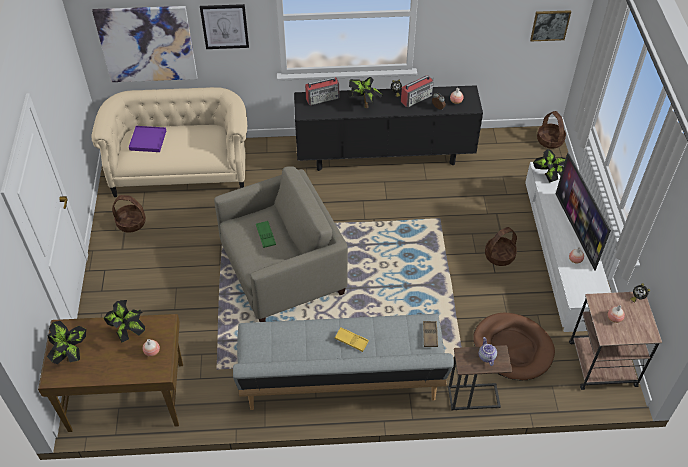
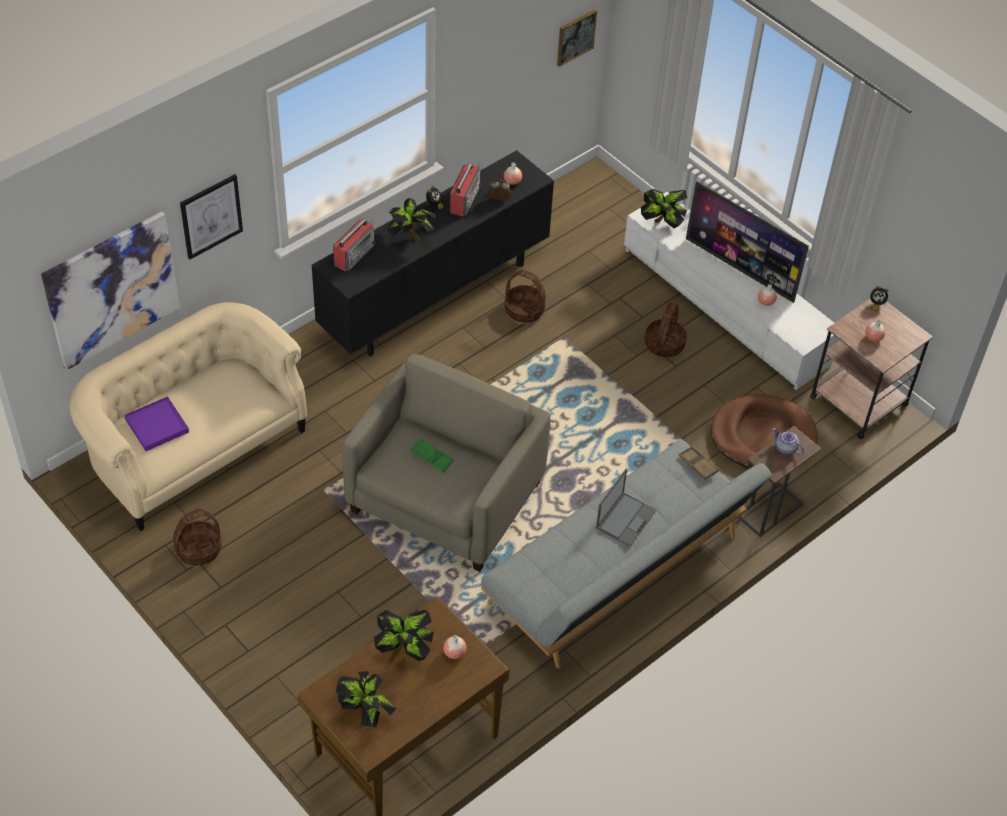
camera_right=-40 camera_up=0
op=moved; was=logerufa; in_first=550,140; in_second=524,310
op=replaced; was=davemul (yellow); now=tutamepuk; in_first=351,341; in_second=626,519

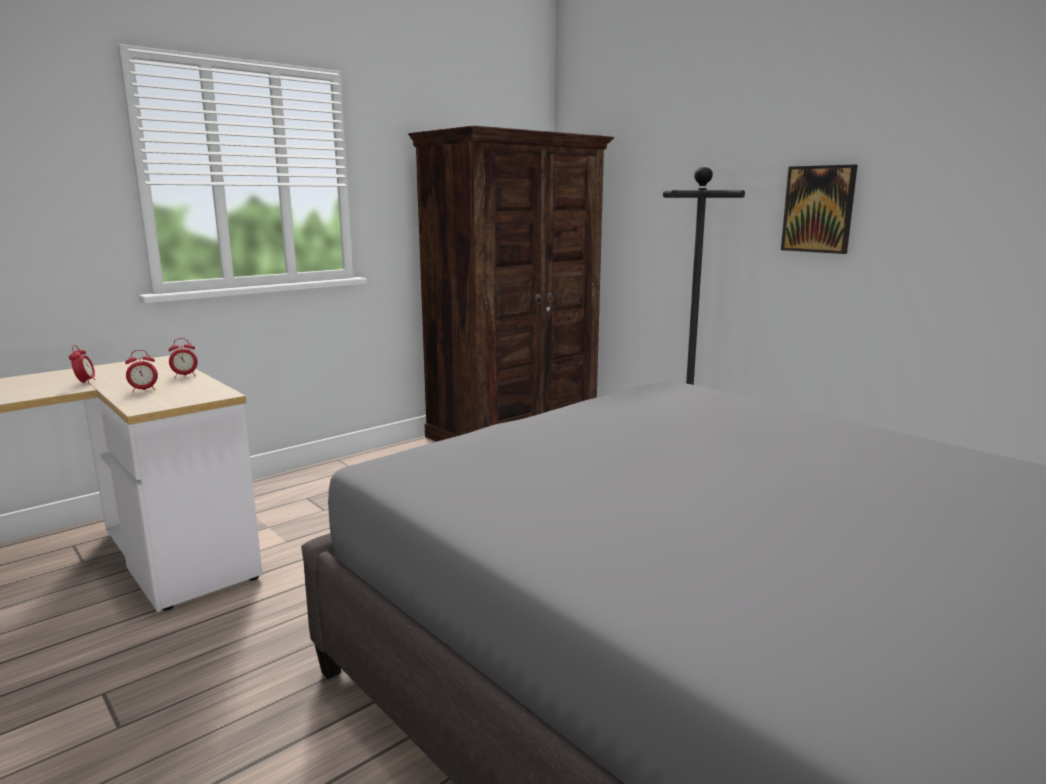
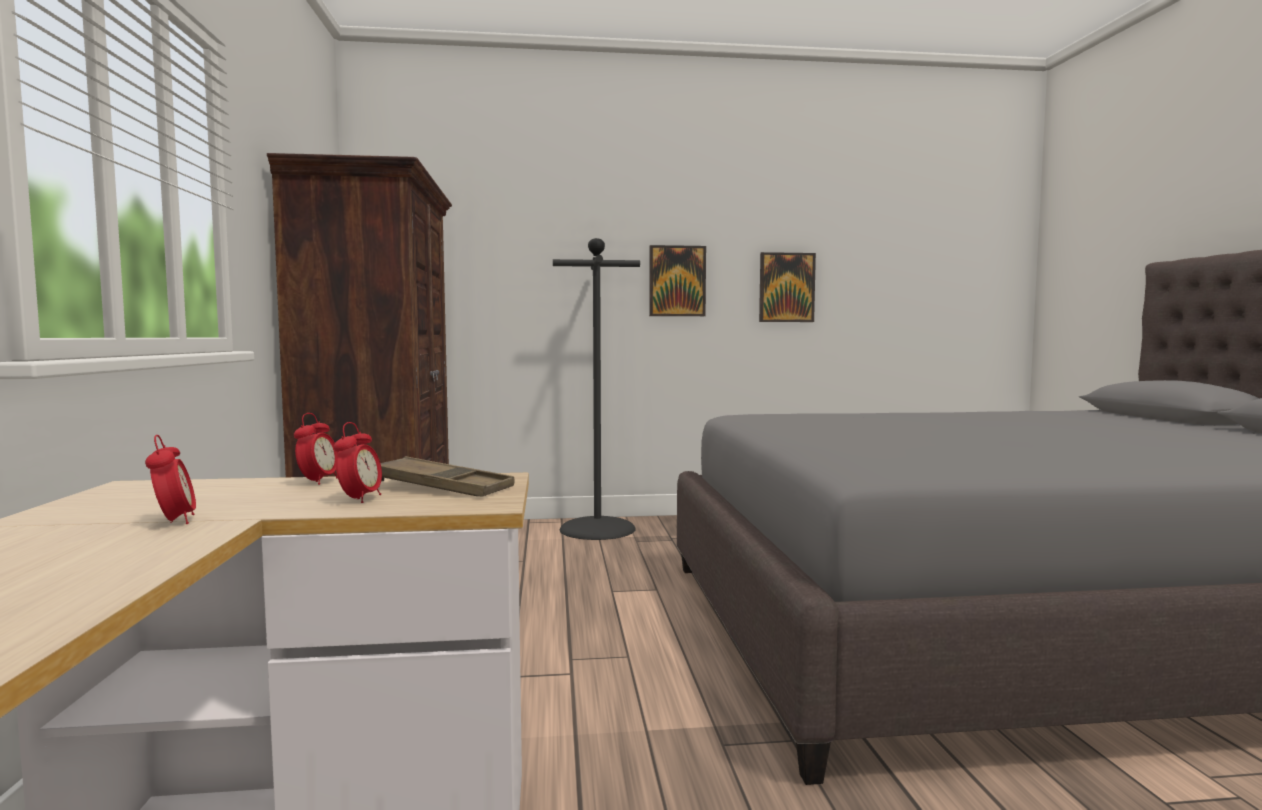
camera_right=-55 camera_up=-10
op=added; now=davemul (brown); in_second=442,487
op=added; now=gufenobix; in_second=786,287
op=turned; was=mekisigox; in_first=85,382; in_second=174,522; clockwise=45

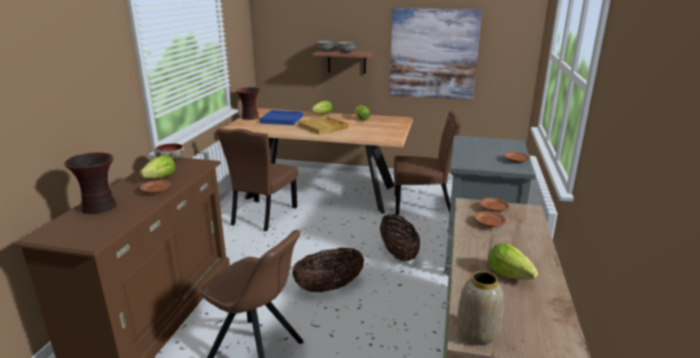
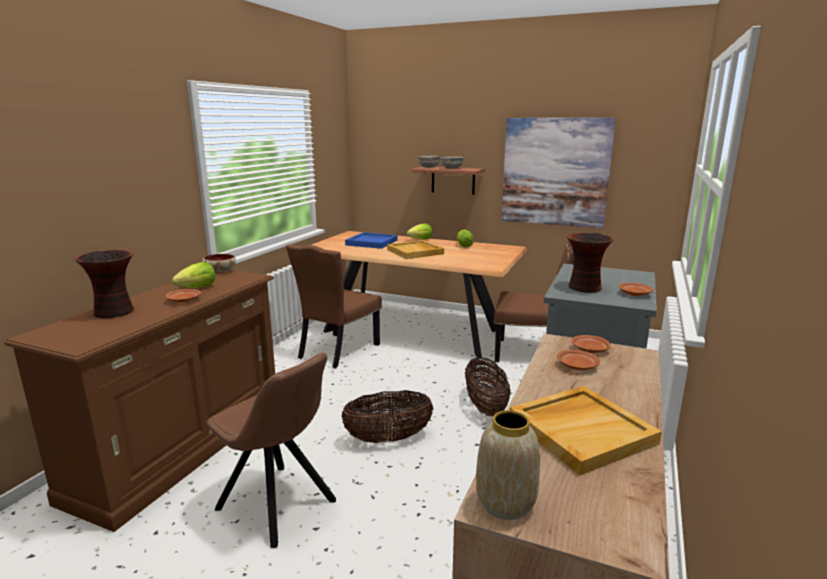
camera_right=10 camera_up=-5
op=moved; was=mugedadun; in_first=250,117; in_second=584,288
op=replaced; was=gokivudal; now=davemul (beige); in_first=508,274; in_second=581,430

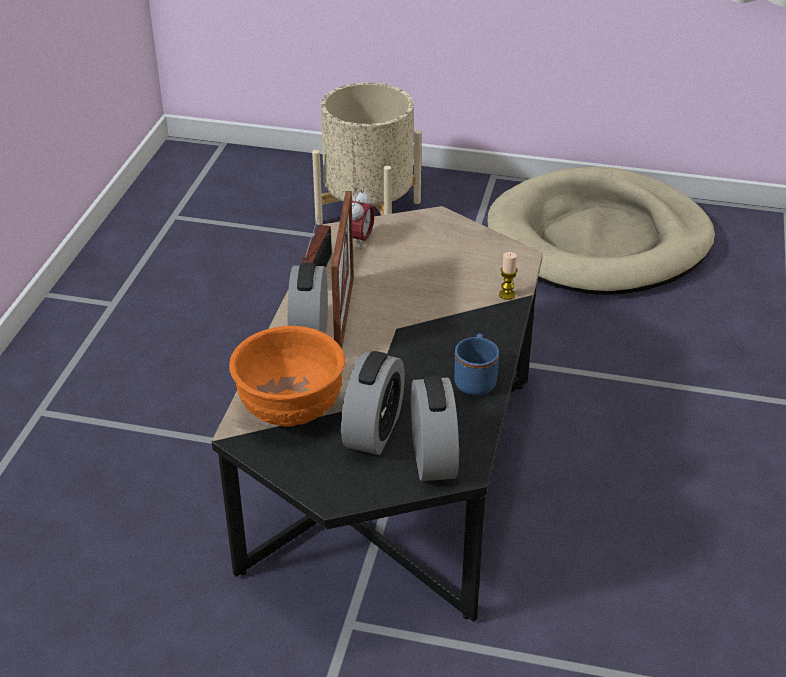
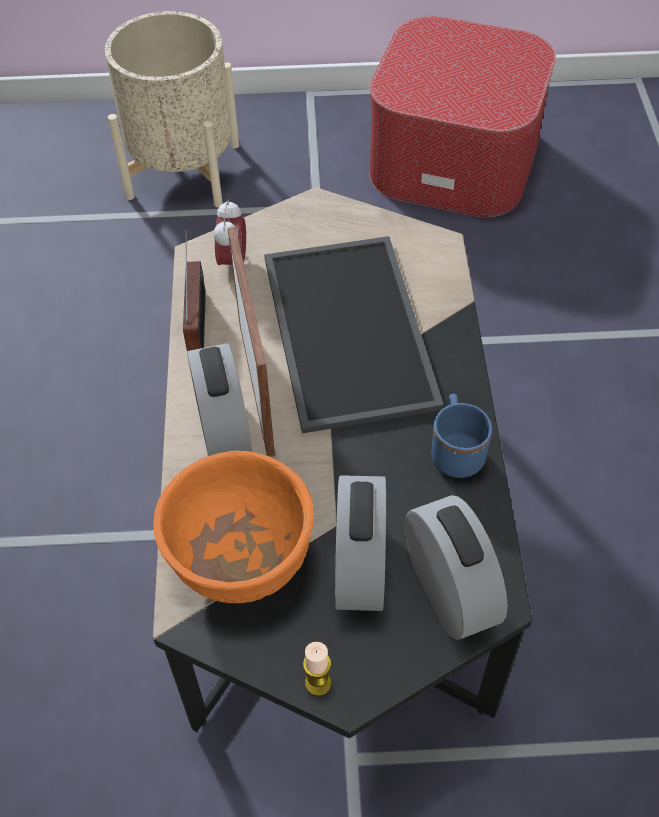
camera_right=-15 camera_up=15
op=added; now=davemul; in_second=344,329
op=moved; was=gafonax; in_first=507,294; in_second=318,683
op=replaced; was=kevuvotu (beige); now=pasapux; in_first=598,240; in_second=455,158

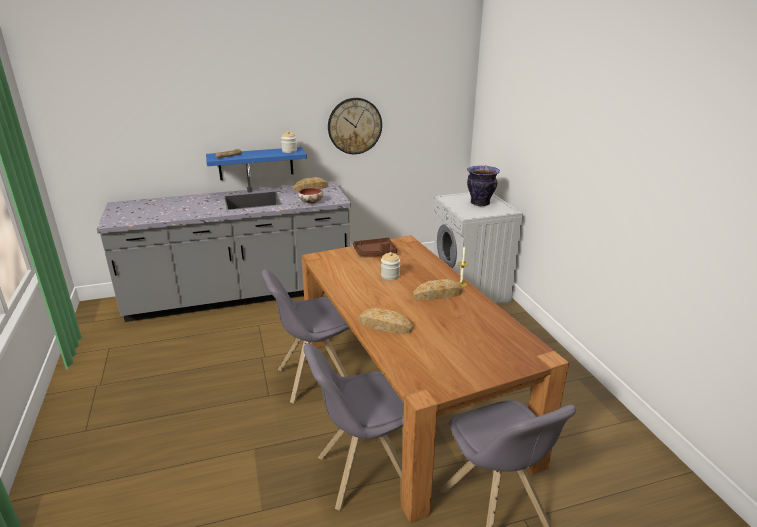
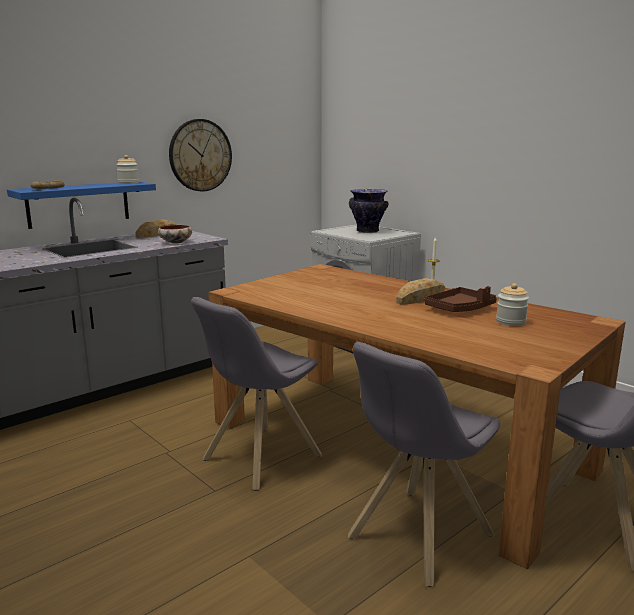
camera_right=-25 camera_up=-10
op=removed; was=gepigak; in_first=385,325
op=moved; was=davemul (brown); in_first=375,253; in_second=460,309
op=moved; was=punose; in_first=390,275; in_second=510,322

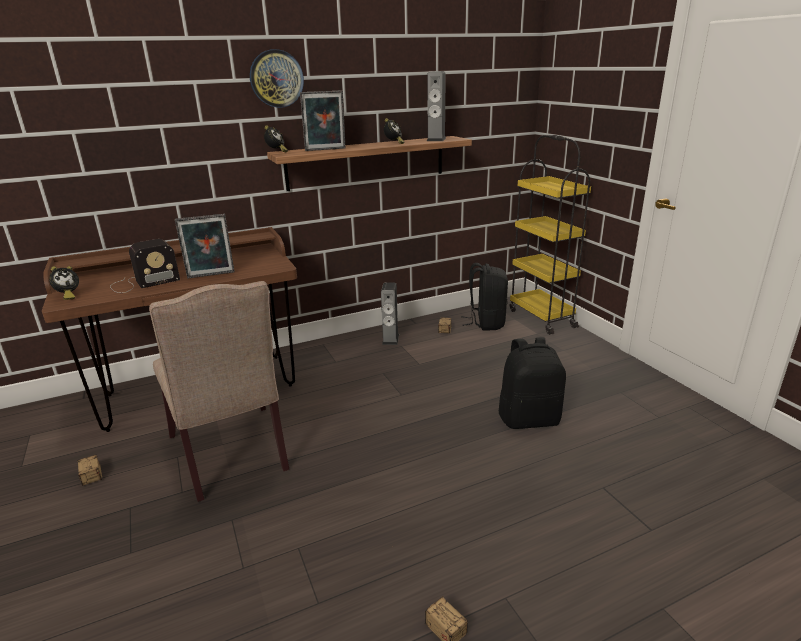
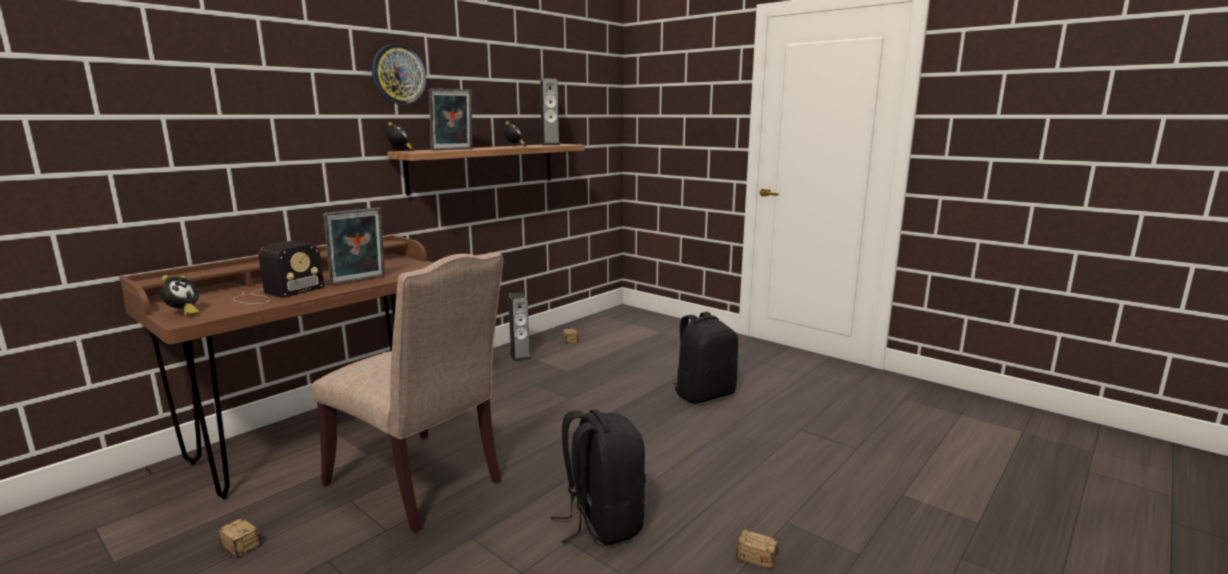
camera_right=-25 camera_up=-10
op=removed; was=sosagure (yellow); in_first=541,318
op=moved; was=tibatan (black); in_first=486,322; in_second=602,522

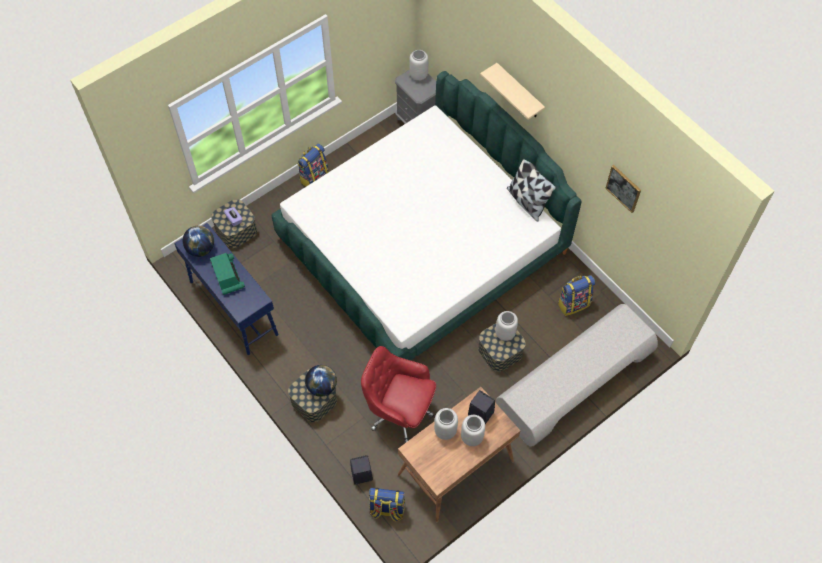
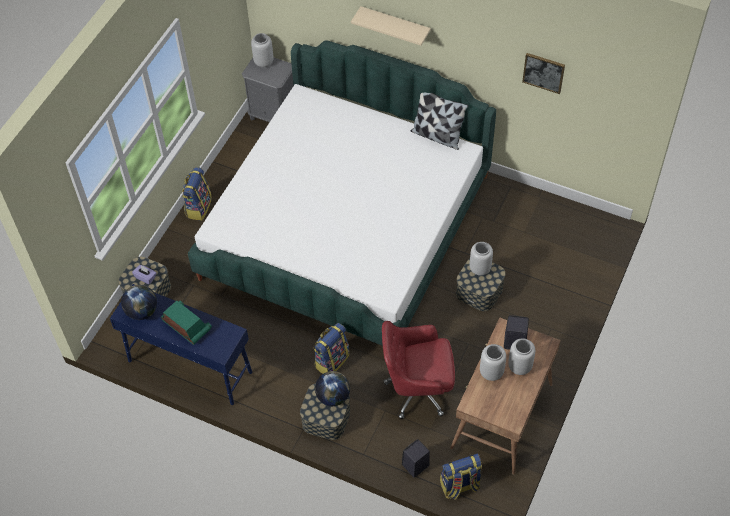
camera_right=-25 camera_up=-5
op=removed; was=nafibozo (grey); in_first=574,382
op=moved; was=tibatan; in_first=573,303; in_second=331,360

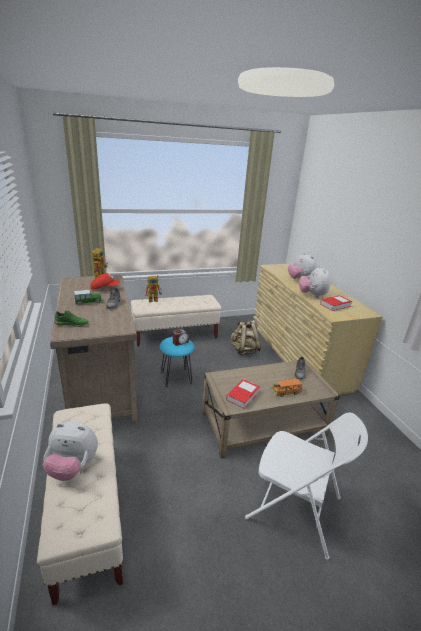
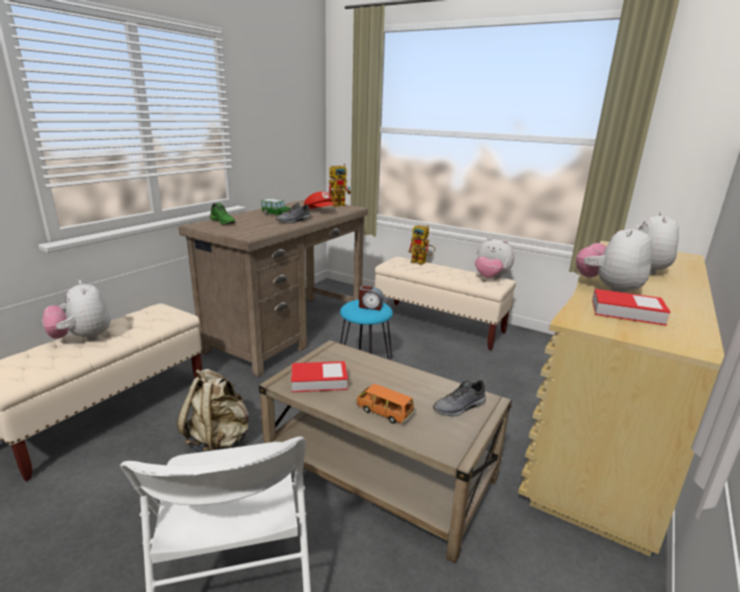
camera_right=50 camera_up=-5
op=added; now=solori; in_second=490,278
op=moved; was=tibatan (beige); in_first=244,350; in_second=219,441

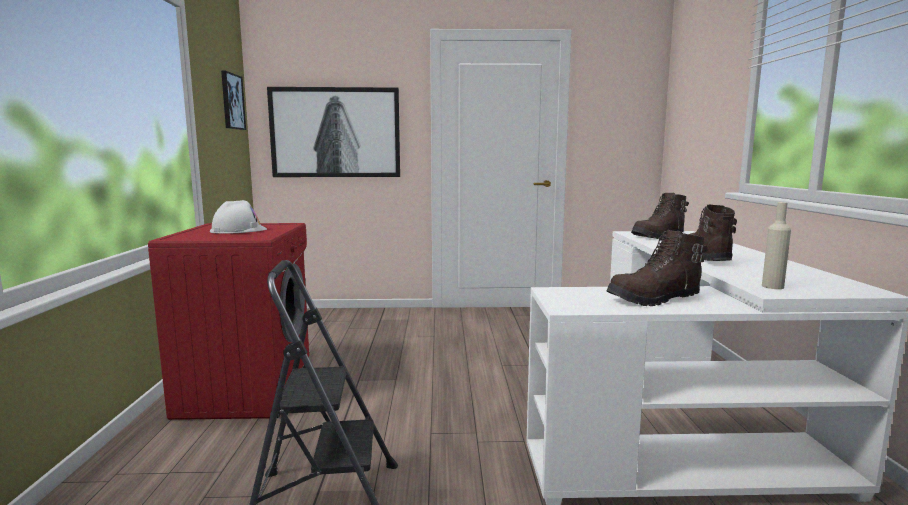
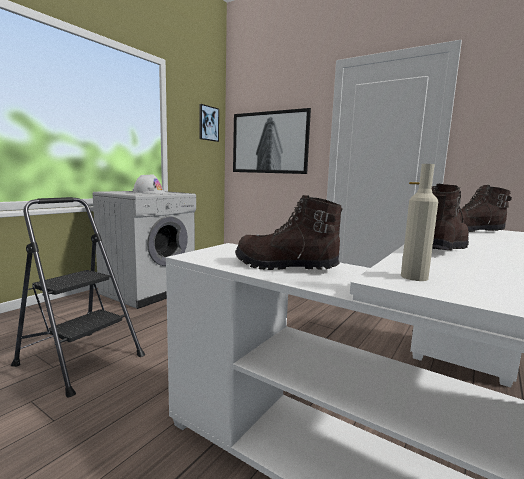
camera_right=35 camera_up=0
op=recoloured; was=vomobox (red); now=vomobox (white); in_first=250,390; in_second=150,291

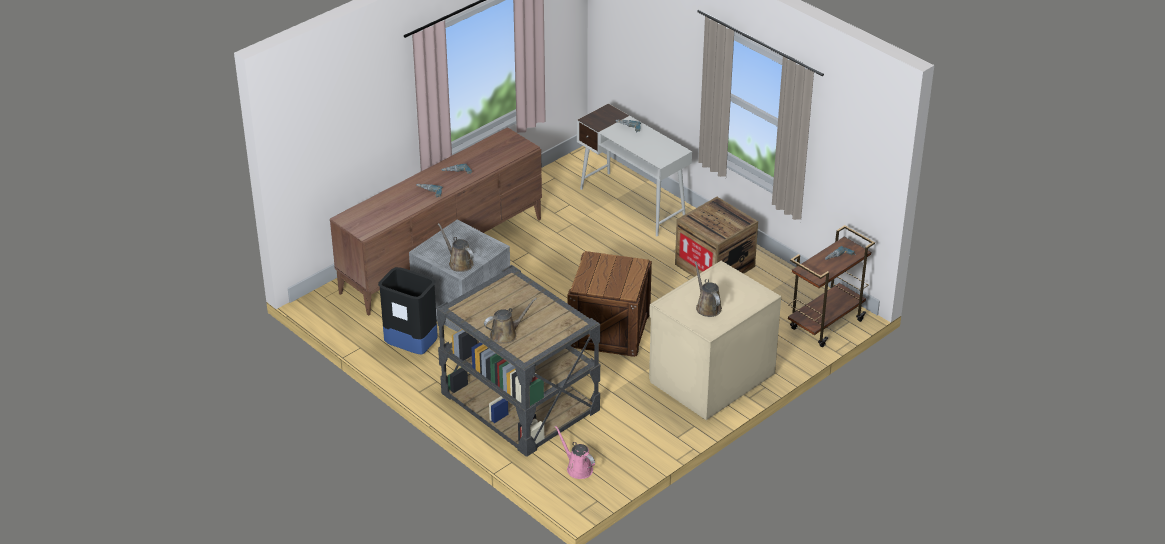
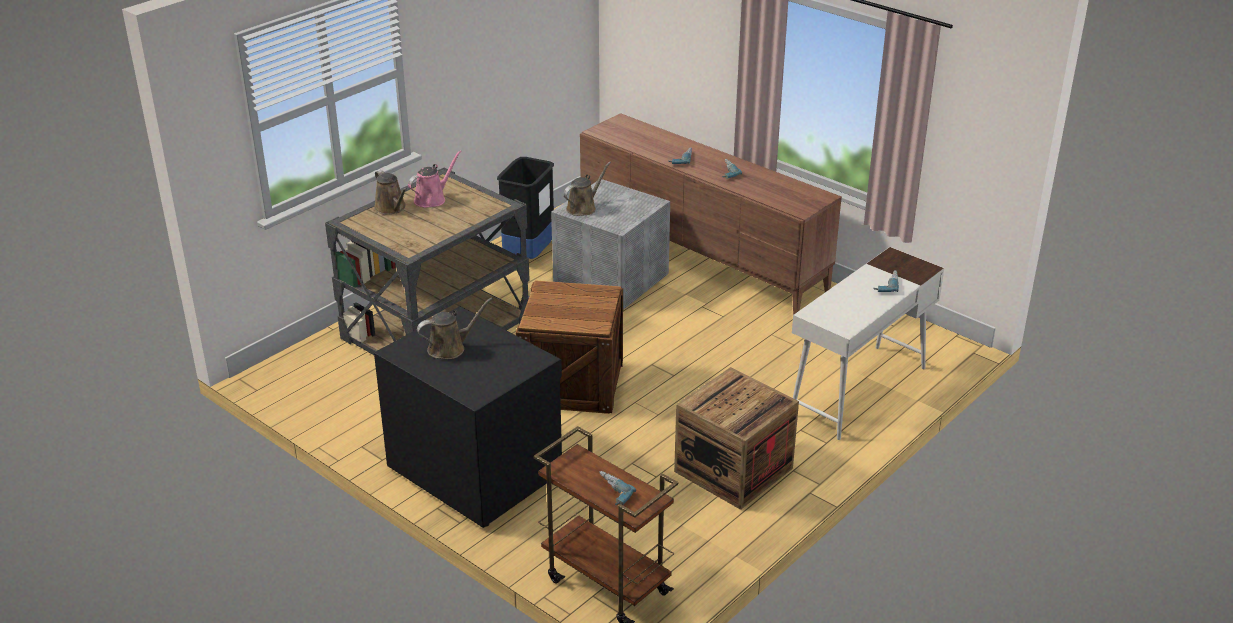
camera_right=85 camera_up=-5
op=moved; was=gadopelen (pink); in_first=577,468; in_second=432,199
op=recoloured; was=vomobox (beige); now=vomobox (black); in_first=709,380; in_second=475,471

